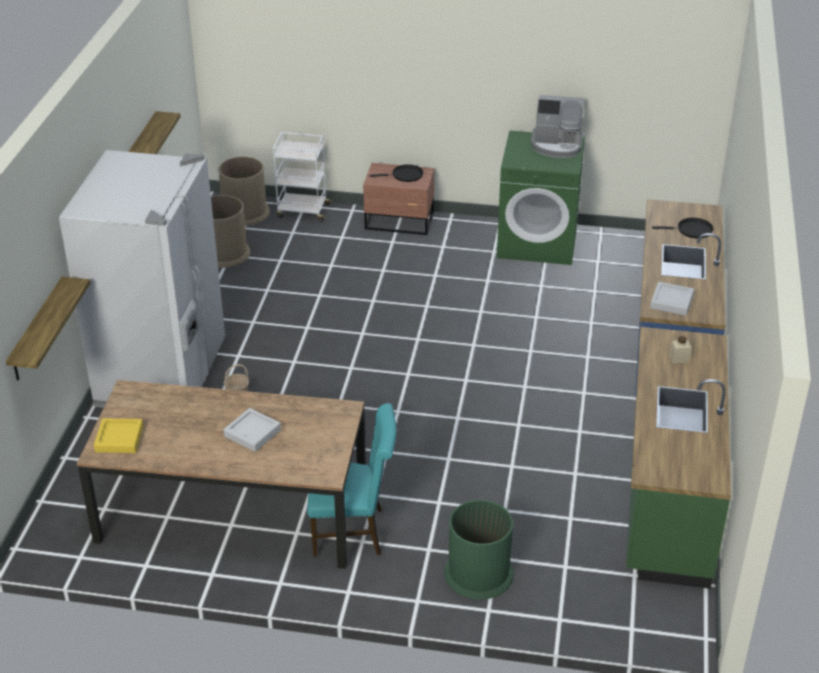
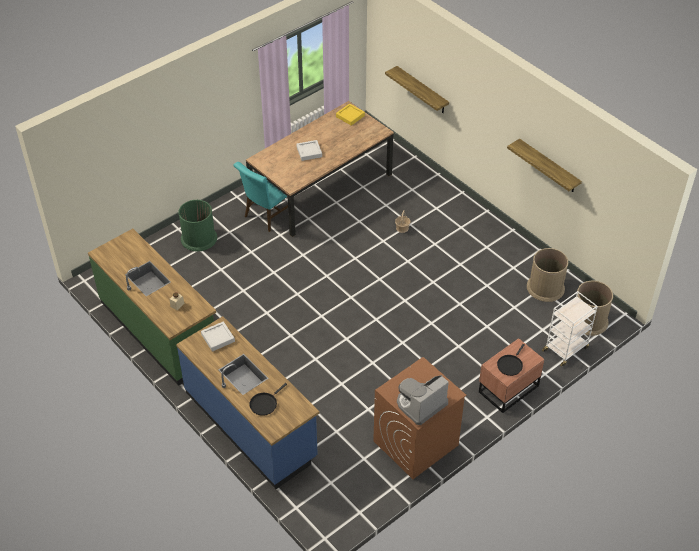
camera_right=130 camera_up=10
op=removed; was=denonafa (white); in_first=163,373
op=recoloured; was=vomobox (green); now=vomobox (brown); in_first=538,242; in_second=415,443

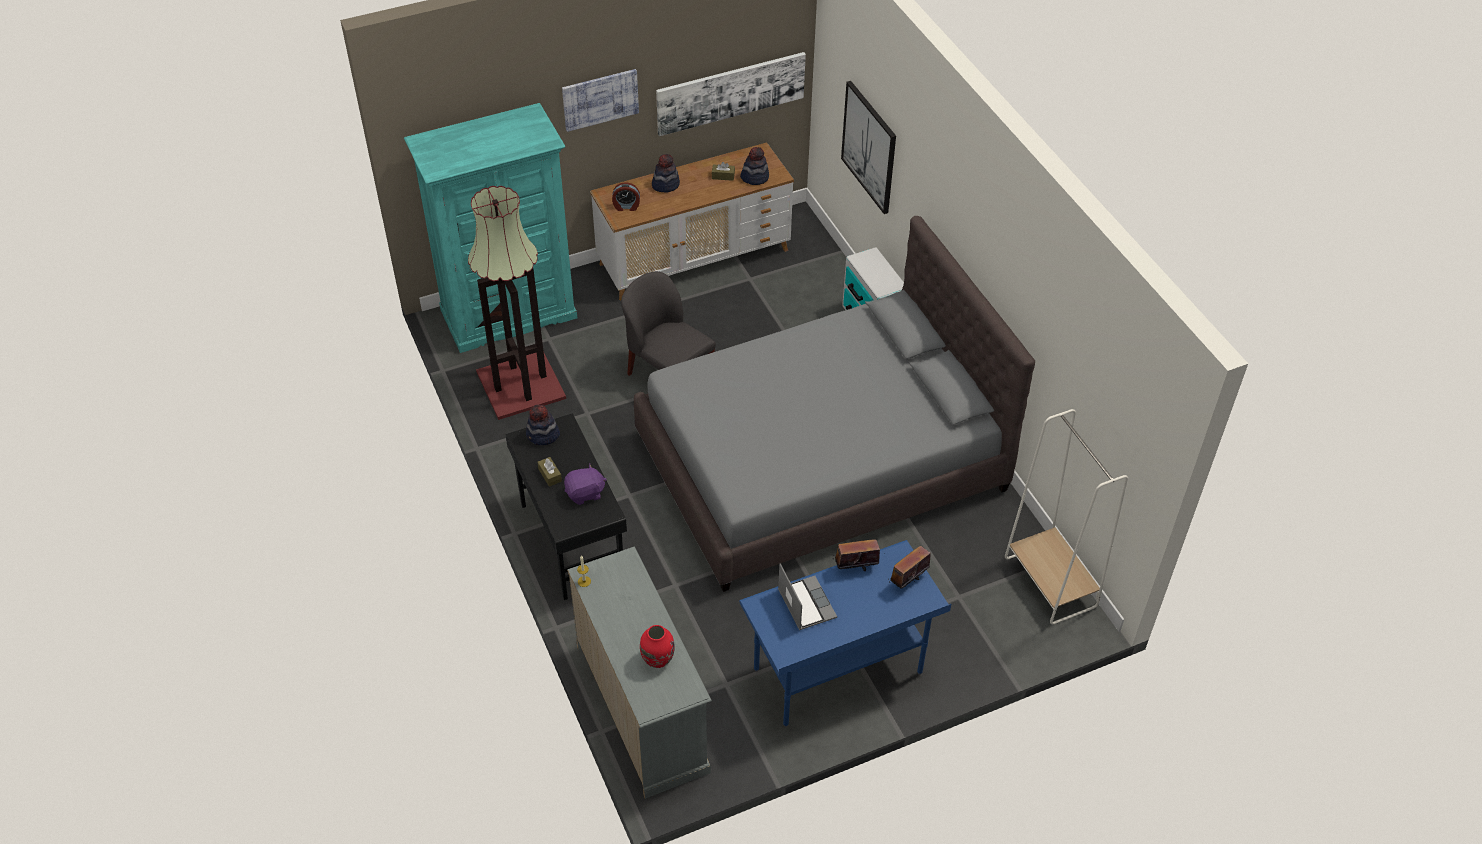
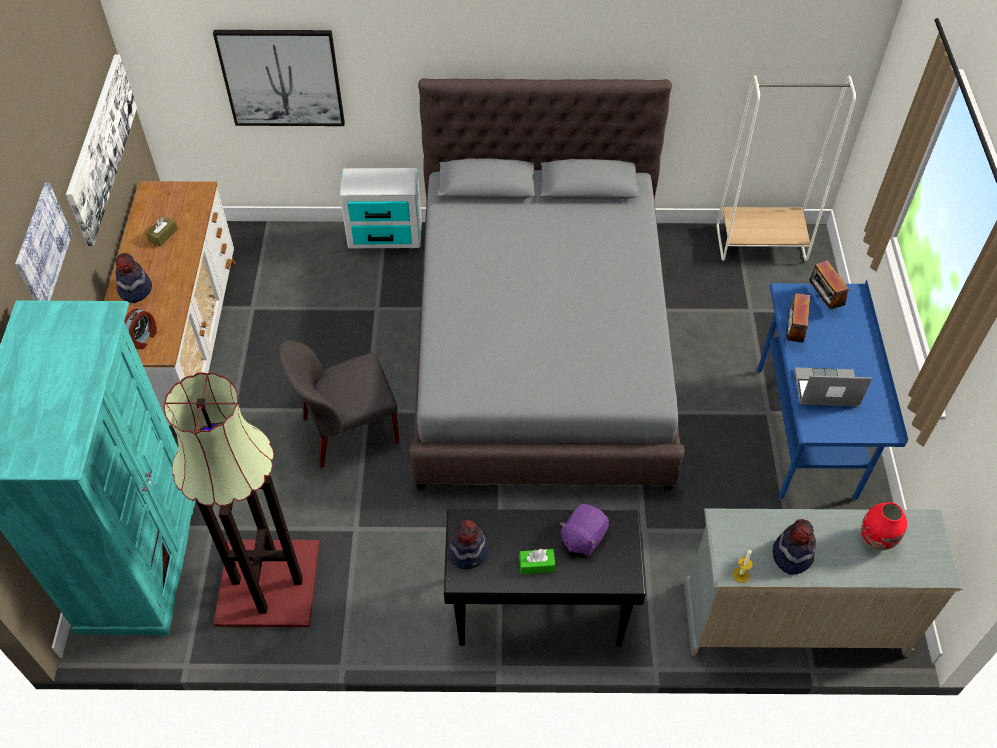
camera_right=-65 camera_up=5
op=moved; was=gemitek; in_first=754,177; in_second=791,555
op=recoloured; was=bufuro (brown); now=bufuro (green); in_first=550,475; in_second=537,565
op=turned; was=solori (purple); in_first=585,493; in_second=583,537; clockwise=-150

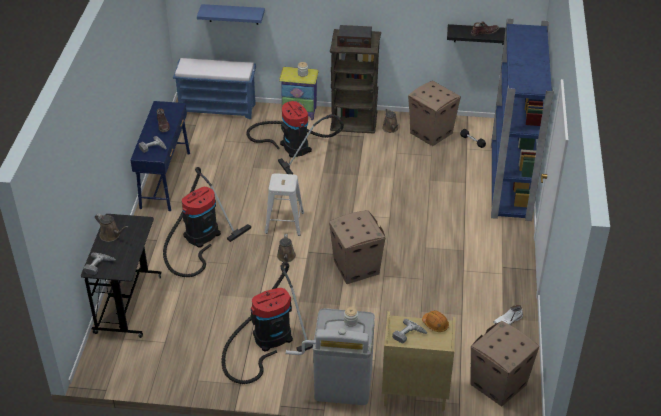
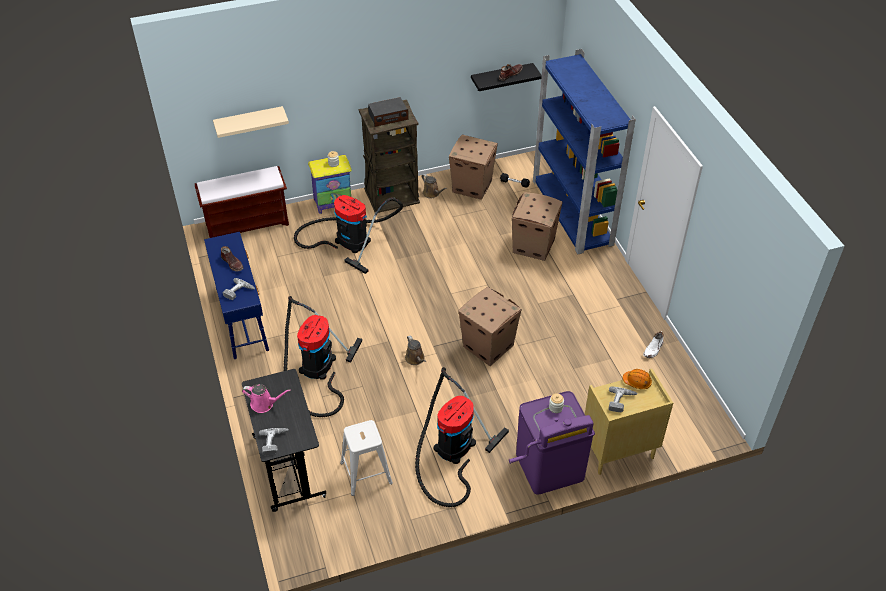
camera_right=-25 camera_up=5
op=moved; was=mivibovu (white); in_first=284,223; in_second=366,473
op=moved; was=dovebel; in_first=498,385; in_second=533,246
op=recoloured; was=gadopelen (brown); now=gadopelen (pink); in_first=111,235; in_second=264,404
op=recoloured; was=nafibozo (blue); now=nafibozo (brown); in_first=218,108; in_second=248,224
op=recoloured; was=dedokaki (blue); now=dedokaki (beige); in_first=233,14; in_second=249,121
op=recoloured; was=vomobox (grey); now=vomobox (purple); in_first=341,384; in_second=548,468

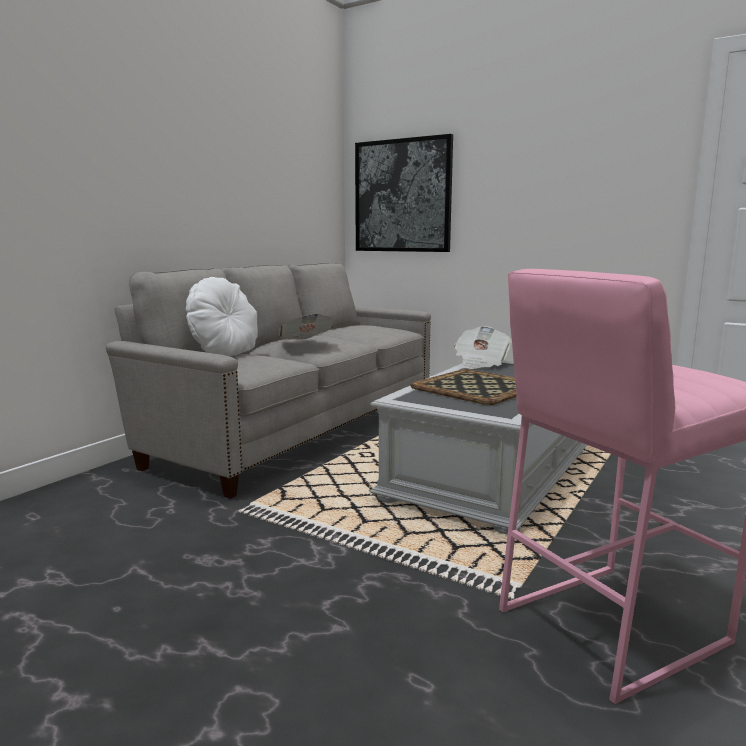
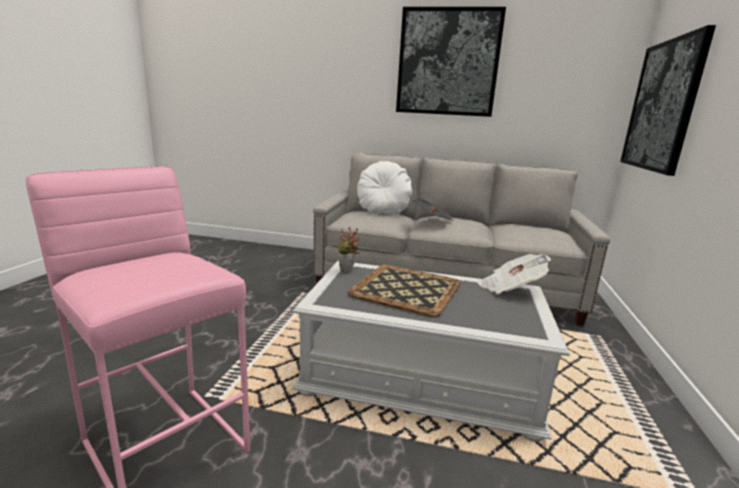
camera_right=70 camera_up=5
op=added; now=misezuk; in_second=347,271
op=added; now=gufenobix; in_second=447,63

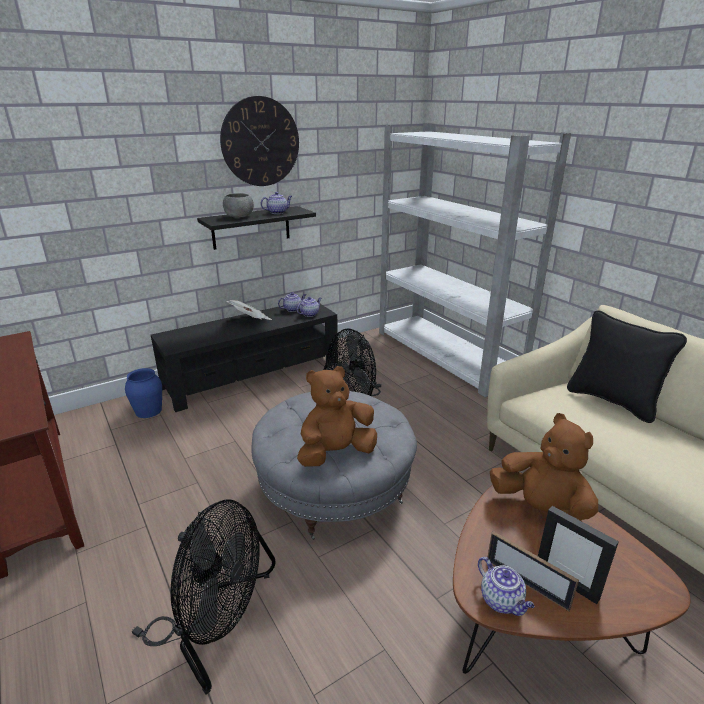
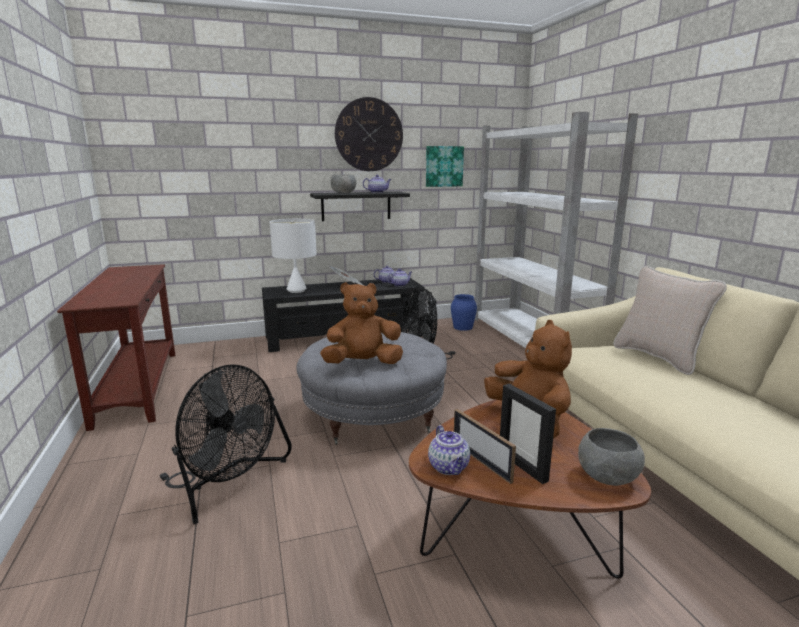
camera_right=15 camera_up=-10
op=added; now=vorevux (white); in_second=296,291
op=added; now=gufenobix; in_second=443,166
op=added; now=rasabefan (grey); in_second=607,477
op=moved; was=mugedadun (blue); in_first=148,410; in_second=463,327
op=recoloured; was=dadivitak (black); now=dadivitak (beige); in_first=612,401; in_second=658,357

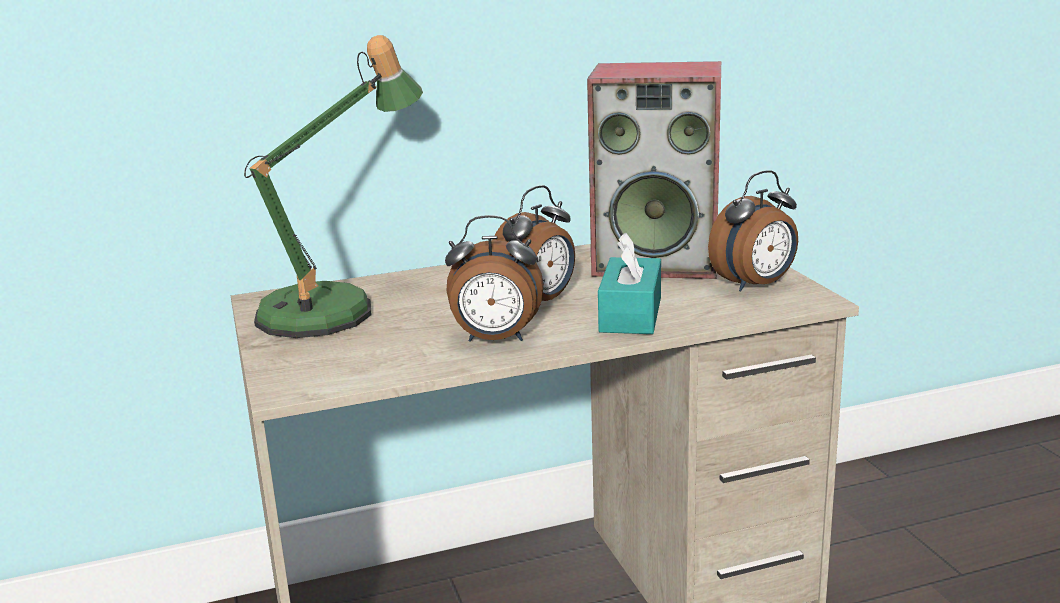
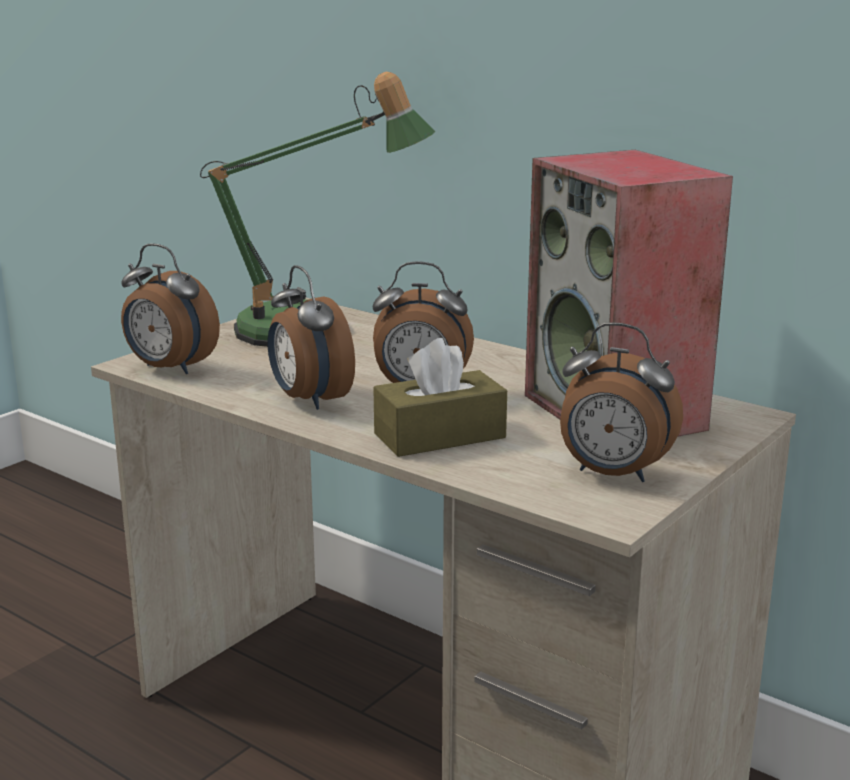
camera_right=55 camera_up=0
op=added; now=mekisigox; in_second=169,369
op=recoloured; was=bufuro (turquoise); now=bufuro (brown); in_first=630,314; in_second=439,436

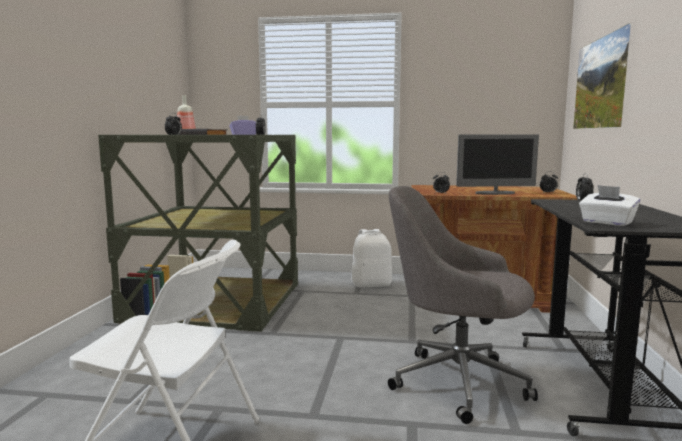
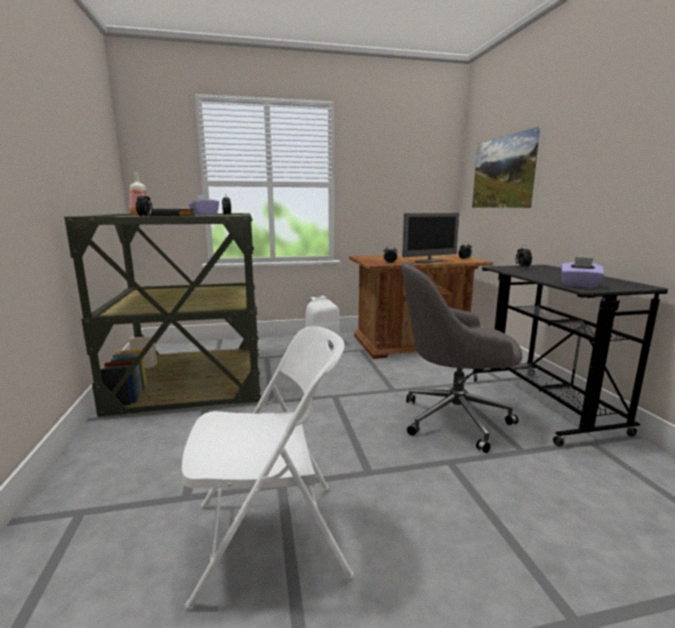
camera_right=-20 camera_up=5
op=recoloured; was=bufuro (white); now=bufuro (purple); in_first=606,222; in_second=579,285

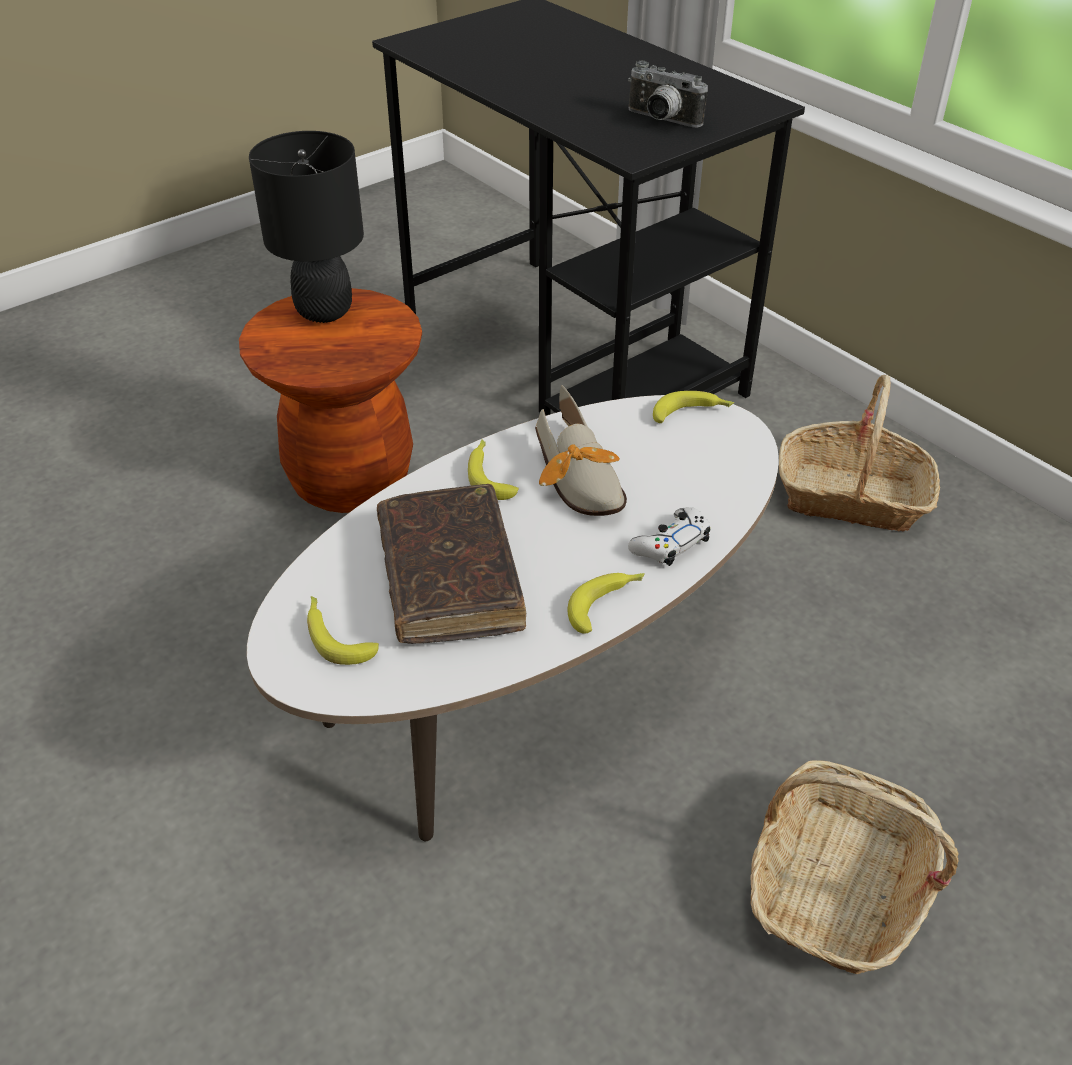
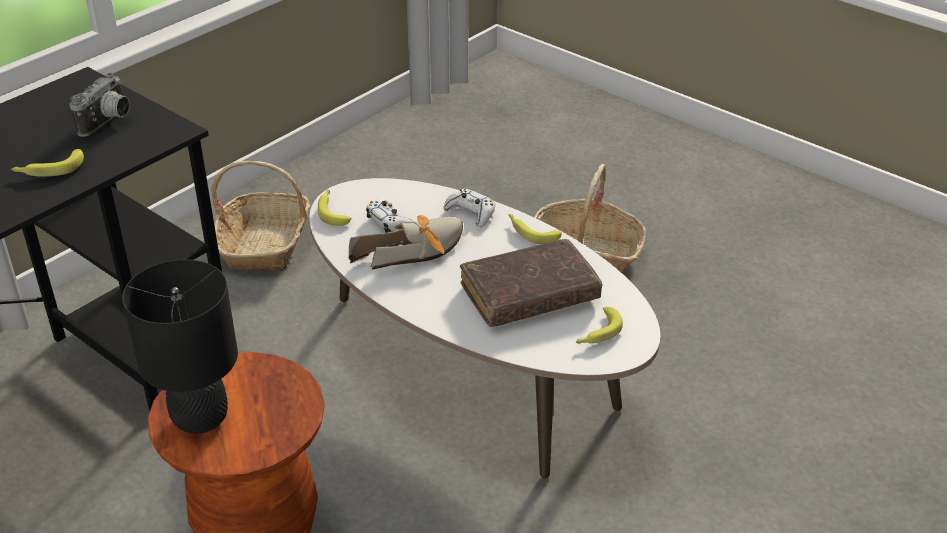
camera_right=-100 camera_up=-5
op=added; now=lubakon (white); in_second=389,222
op=moved; was=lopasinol; in_first=490,475; in_second=49,169

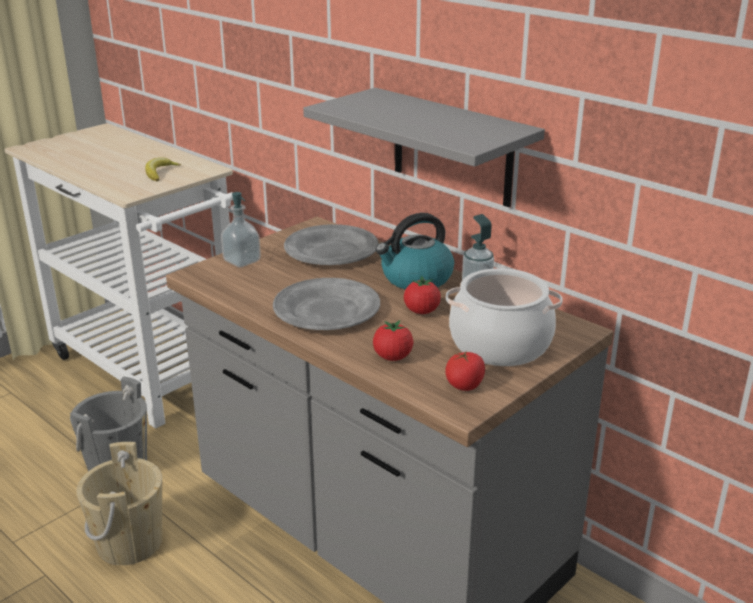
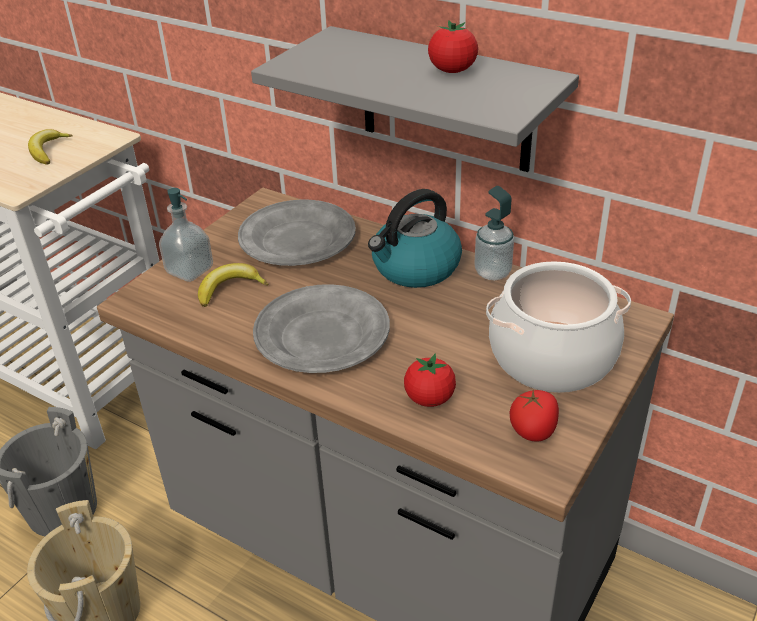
camera_right=-10 camera_up=10
op=added; now=lopasinol; in_second=230,289
op=moved; was=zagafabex; in_first=421,311; in_second=452,70

